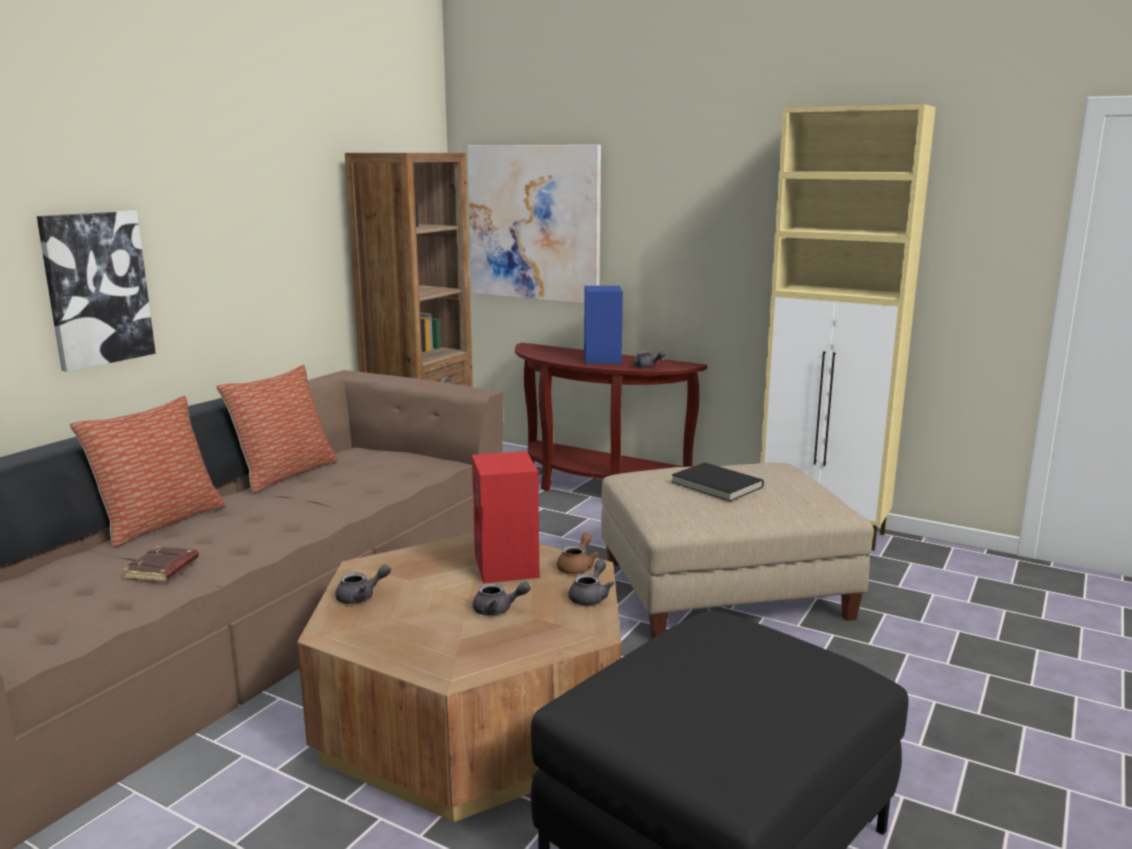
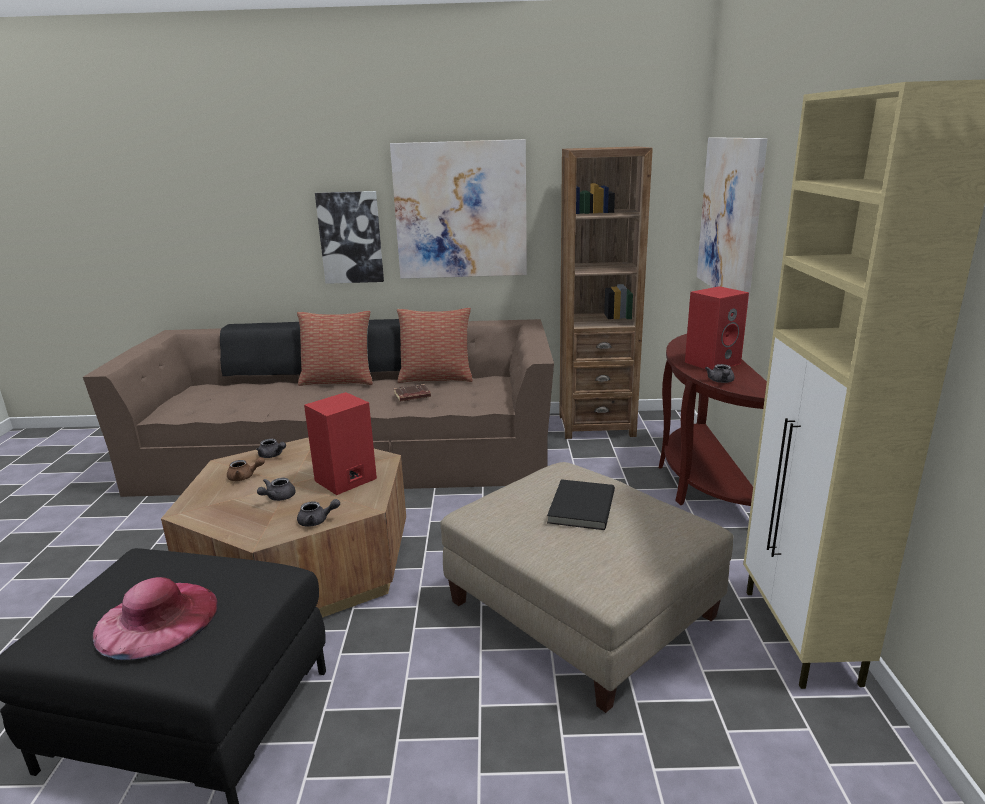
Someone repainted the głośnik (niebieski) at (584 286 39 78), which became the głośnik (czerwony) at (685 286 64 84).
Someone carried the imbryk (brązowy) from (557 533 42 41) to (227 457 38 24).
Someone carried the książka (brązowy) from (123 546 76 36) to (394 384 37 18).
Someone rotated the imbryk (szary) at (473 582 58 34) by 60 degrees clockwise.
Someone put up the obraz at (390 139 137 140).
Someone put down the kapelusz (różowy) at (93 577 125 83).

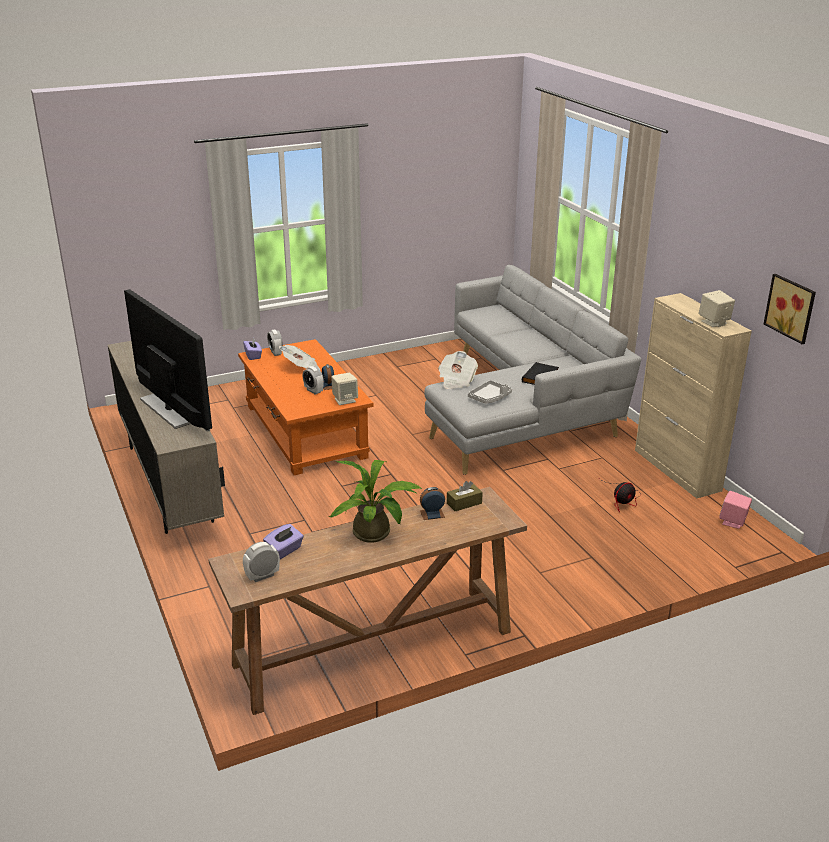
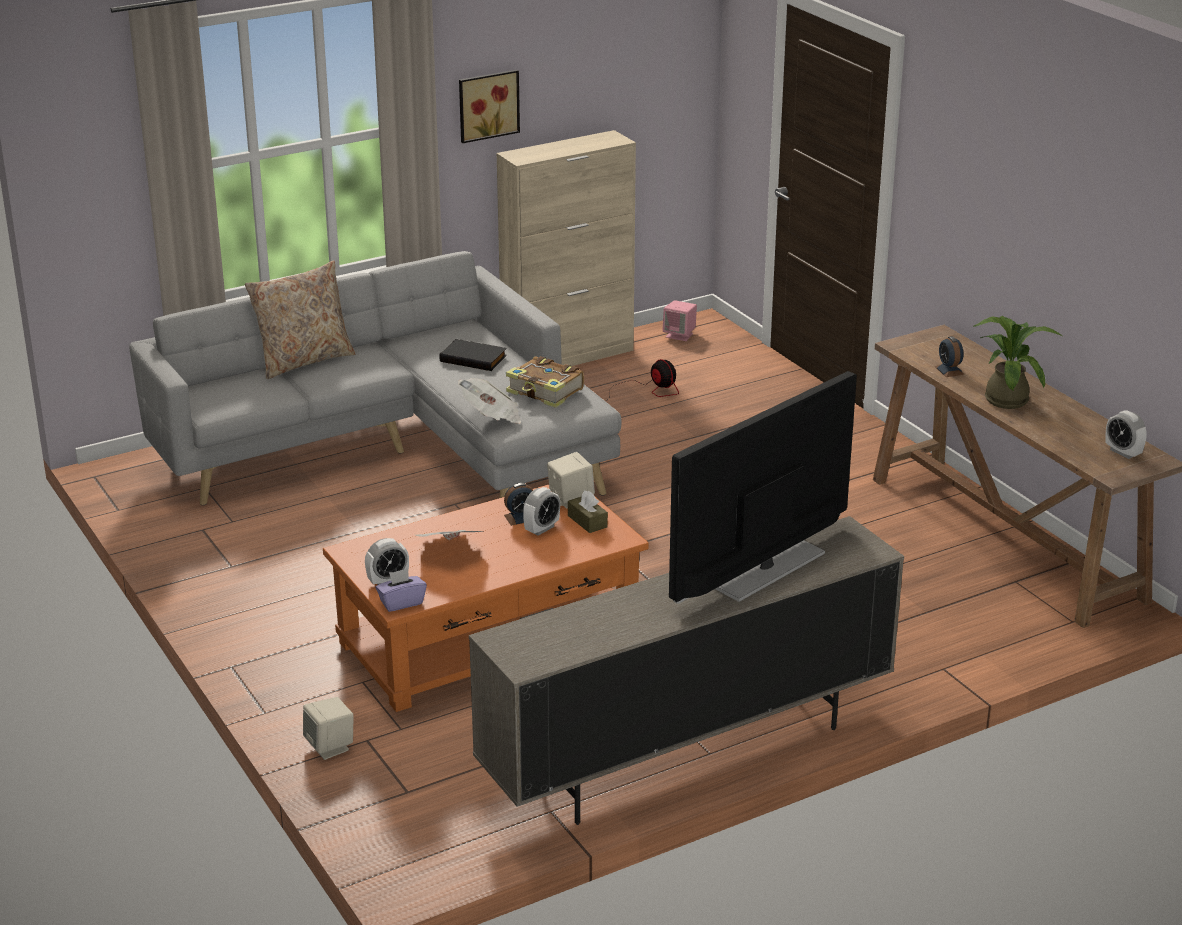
Someone carried the obraz from (764 274 52 70) to (459 70 61 73).
Someone carried the głośnik (beżowy) from (698 290 37 37) to (303 697 51 63).
Someone swapped the taca (szary) at (468 380 44 24) for the książka at (506 356 78 52).
Someone carried the pudełko chusteczek (brązowy) from (447 481 36 30) to (568 490 40 43).
Someone took away the pudełko chusteczek (fioletowy) at (263 524 41 35).
Someone put down the poduszka (beżowy) at (245 261 111 118).

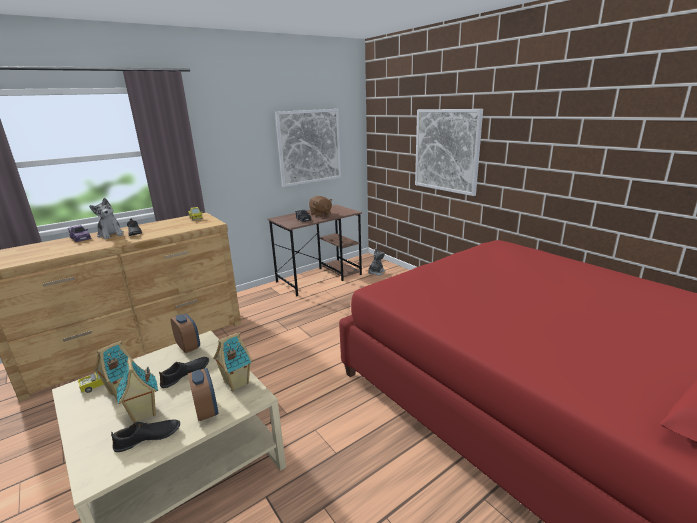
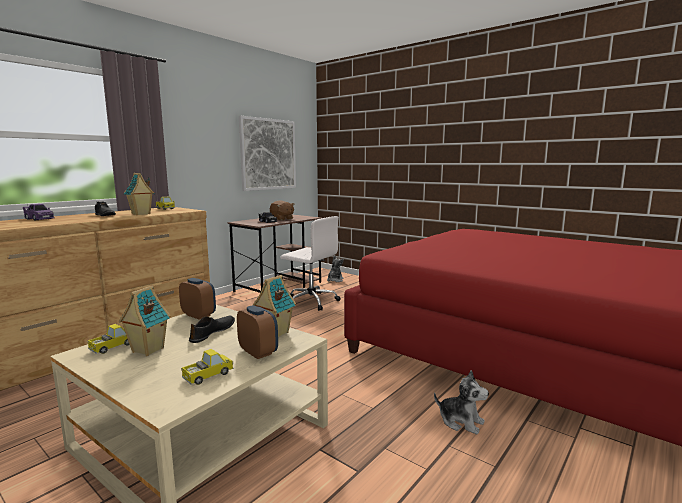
Someone took away the obraz at (415 109 68 87).
Someone carried the pluszak from (89 198 35 41) to (434 370 55 64).
Someone carried the domek from (117 357 41 66) to (124 173 30 42).
Someone swapped the but (czarny) at (111 420 69 32) for the ciężarówka zabawkowa at (181 349 53 36).
Someone put down the krzesło biurowe (biały) at (280 216 61 95).

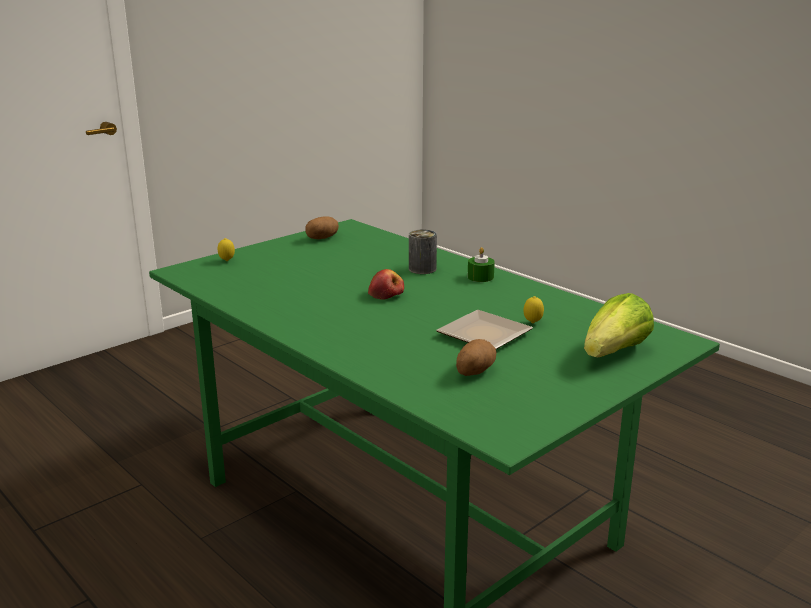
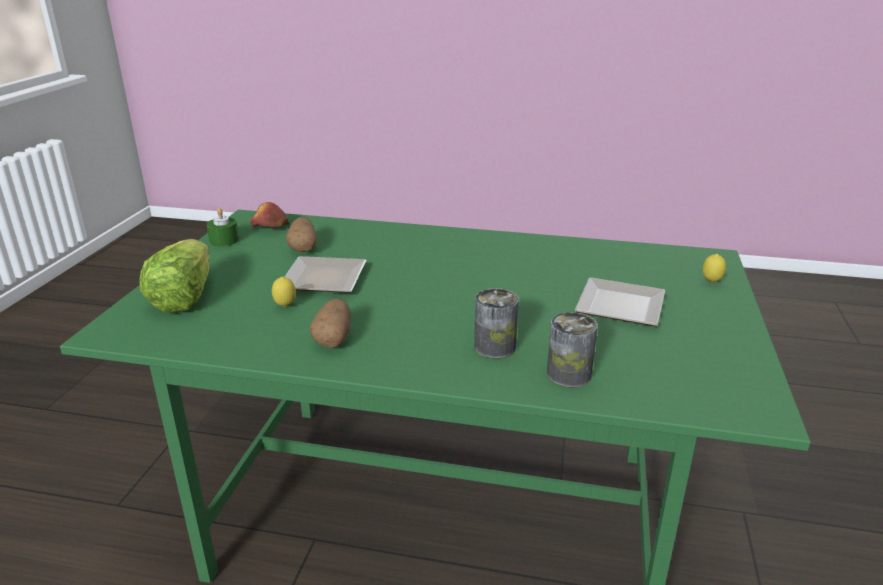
Someone carried the ziemniak from (305 216 34 23) to (309 298 42 49).
Someone carried the świeca (zielony) from (468 247 27 35) to (206 208 33 38).
Someone carried the jabłko from (368 269 36 31) to (250 202 39 25).
Someone put down the talerz at (574 277 91 49).
Someone put down the puszka at (547 312 51 75).

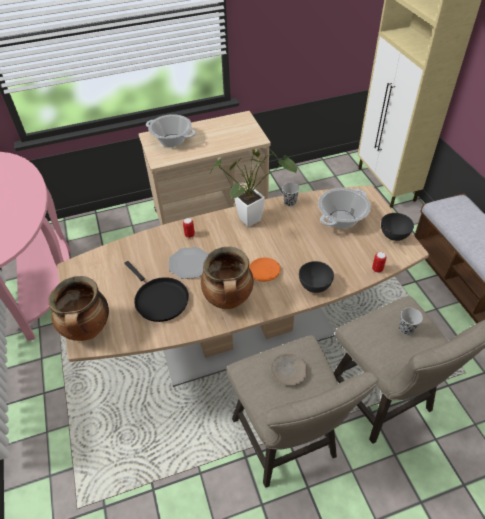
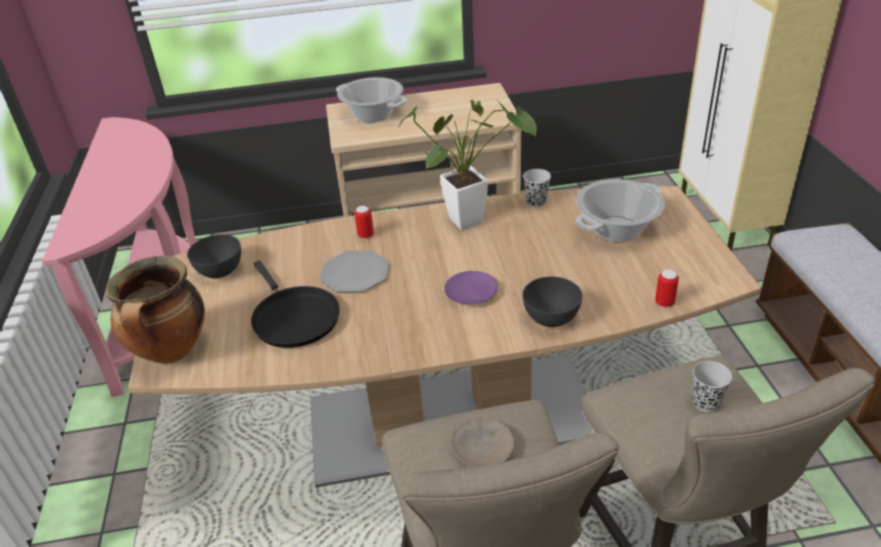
Someone carried the miska (szary) from (381 213 33 28) to (187 234 54 44).
Someone took away the garnek at (201 247 53 62).
Someone repainted the talerz (pomarańczowy) at (249 258 32 24), which became the talerz (fioletowy) at (444 271 54 34).

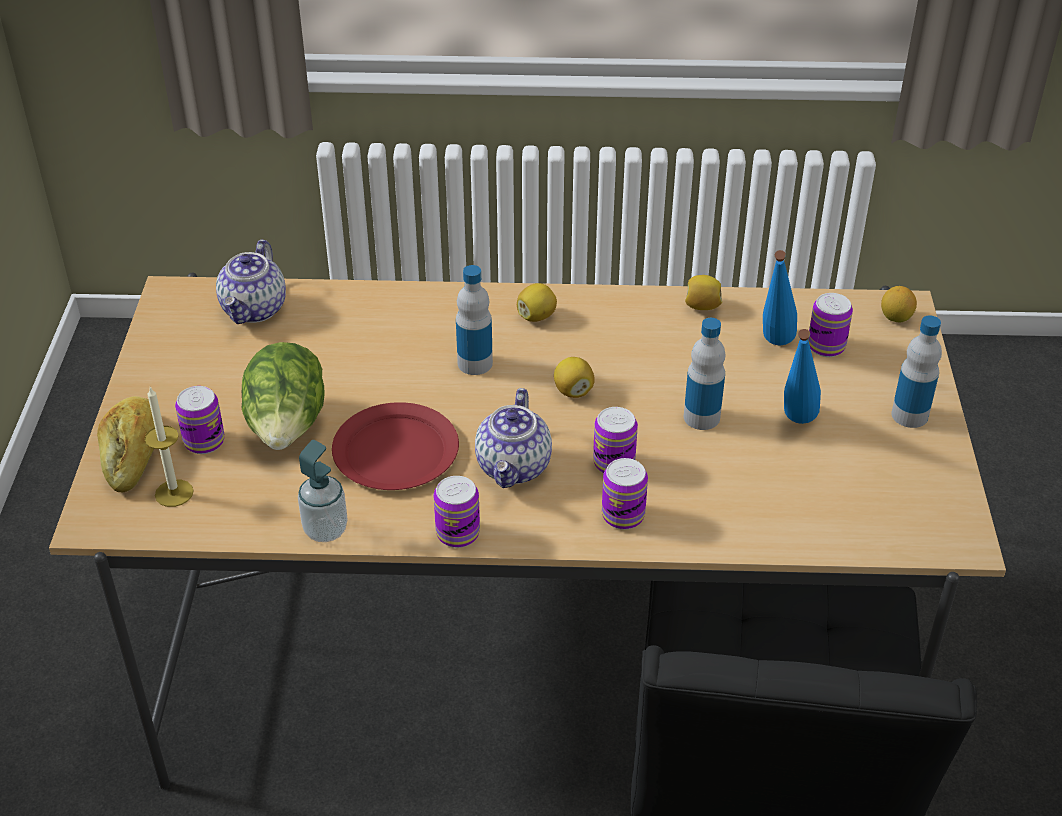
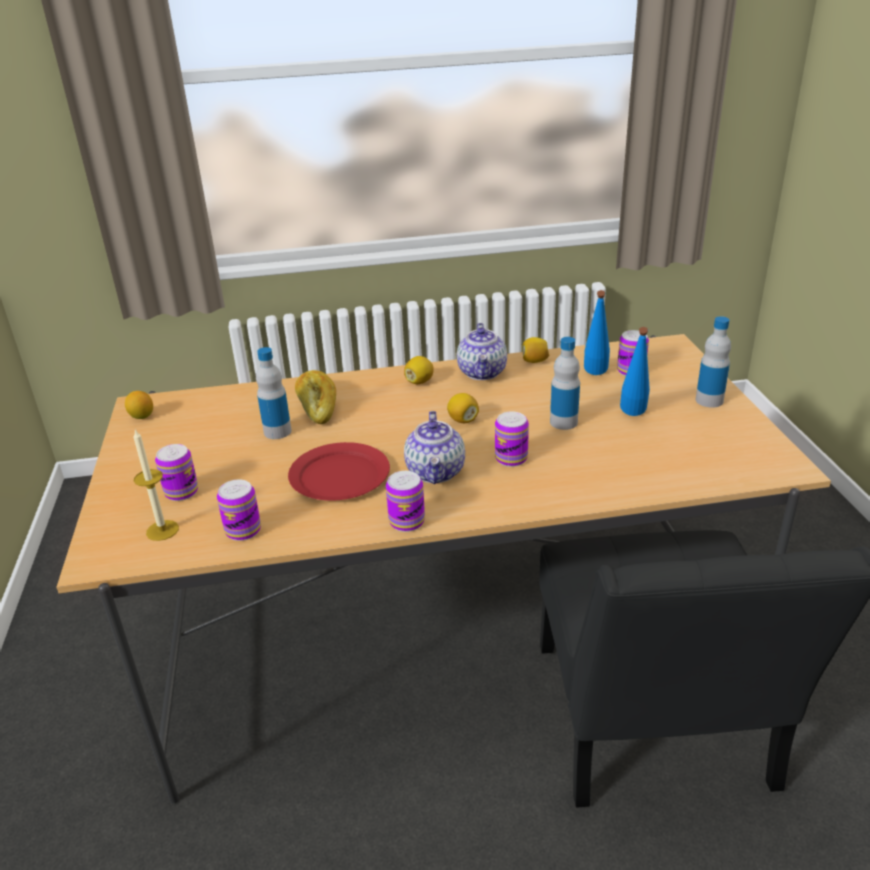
Someone carried the imbryk from (216 240 70 84) to (457 323 50 57).
Someone carried the butelka from (456 265 37 110) to (256 347 36 92).
Someone carried the cytryna from (881 286 36 36) to (125 391 28 28).
Someone took away the sałata at (242 342 83 108).
Someone carried the chleb from (97 396 58 96) to (295 370 41 54).
Someone took away the dozownik mydła at (298 440 50 102).
Someone carried the puszka from (602 458 46 72) to (217 480 44 61).

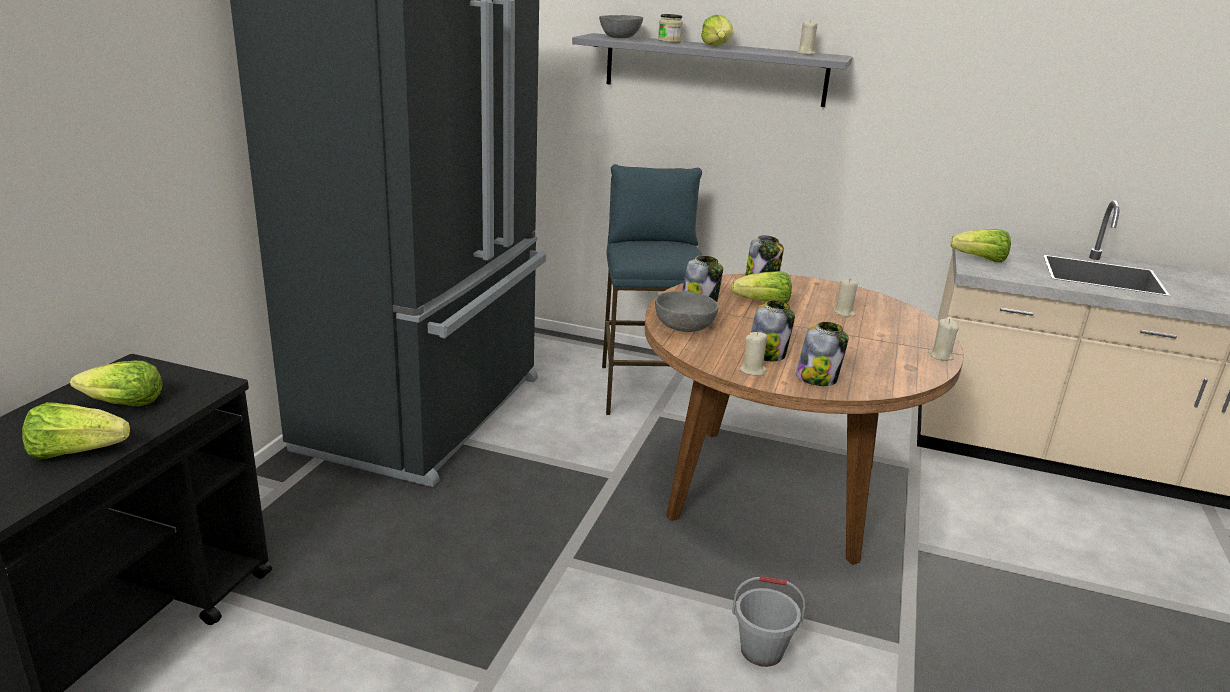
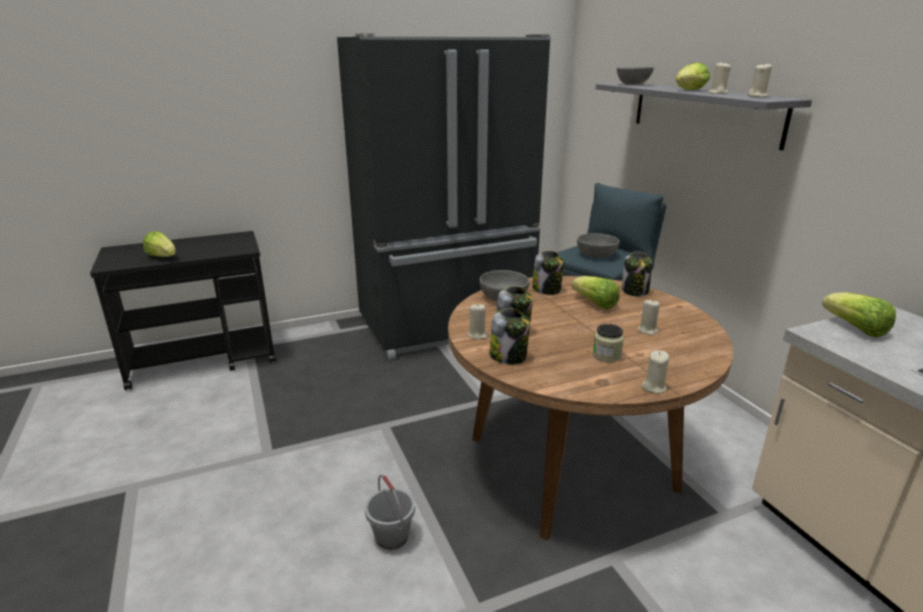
Someone carried the słoik from (658 14 25 29) to (593 324 31 38).
Someone took away the sałata at (70 361 93 45).
Someone put down the świeca (beżowy) at (708 61 23 33).
Someone put down the miska (szary) at (577 233 43 25).

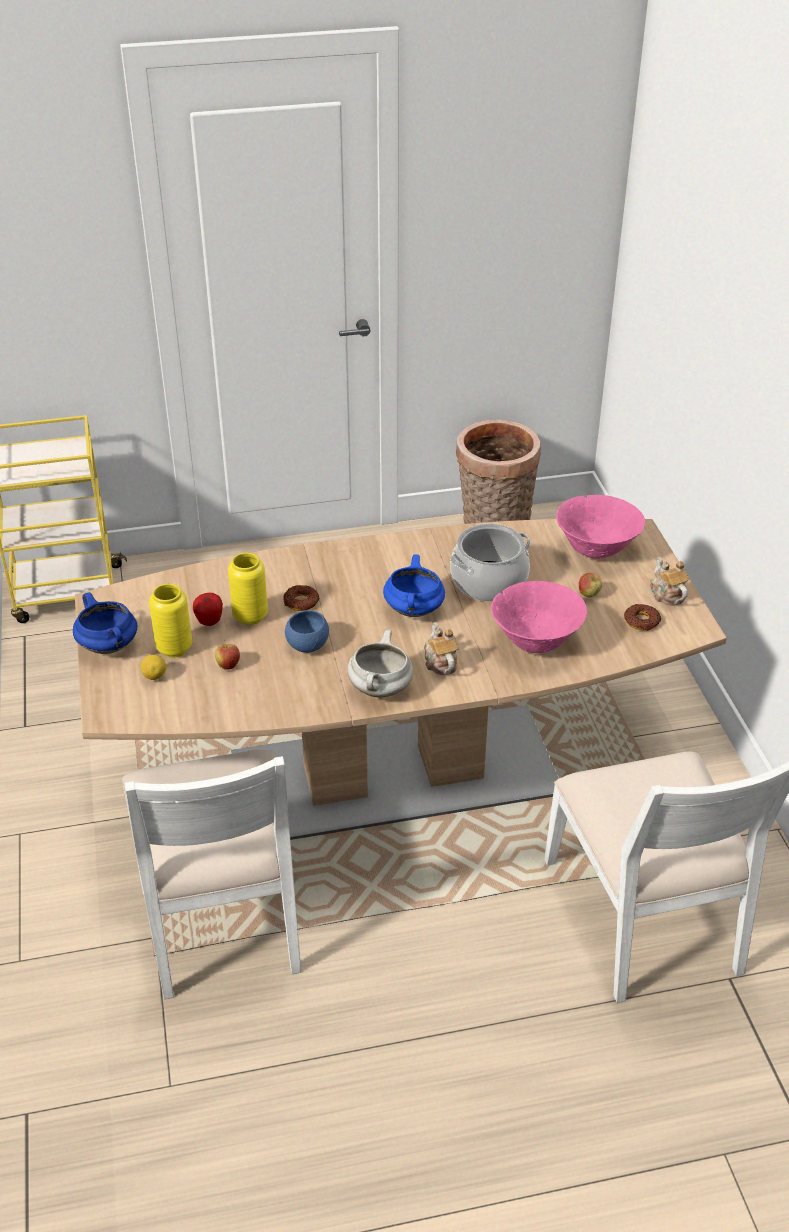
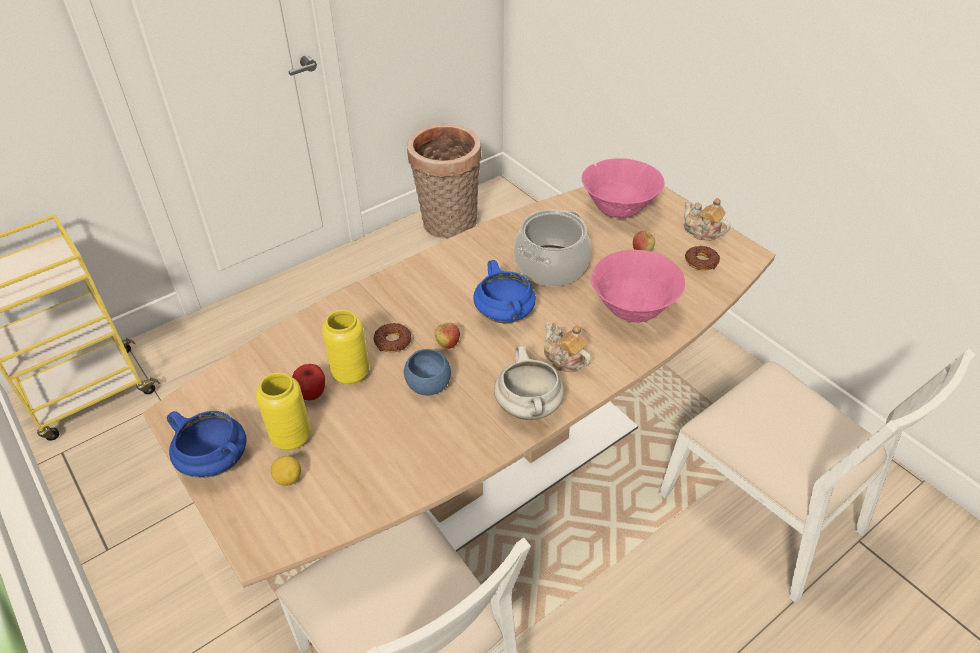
Someone carried the jabłko from (215 640 25 30) to (435 321 25 28).

